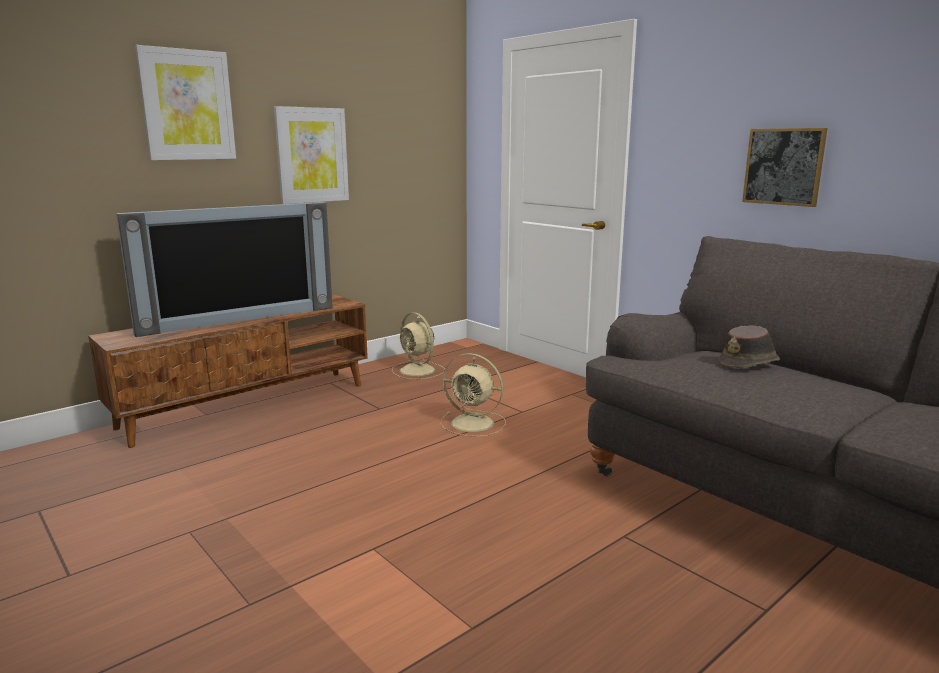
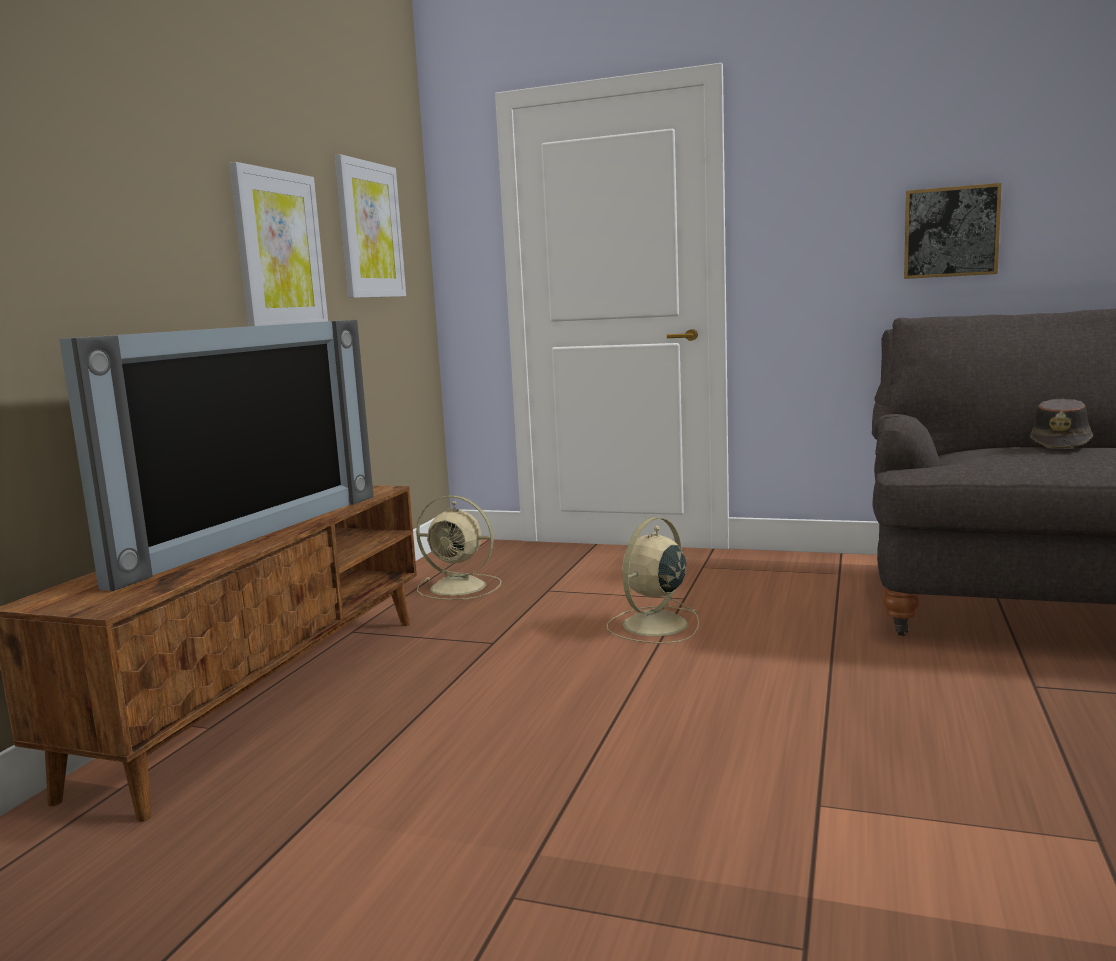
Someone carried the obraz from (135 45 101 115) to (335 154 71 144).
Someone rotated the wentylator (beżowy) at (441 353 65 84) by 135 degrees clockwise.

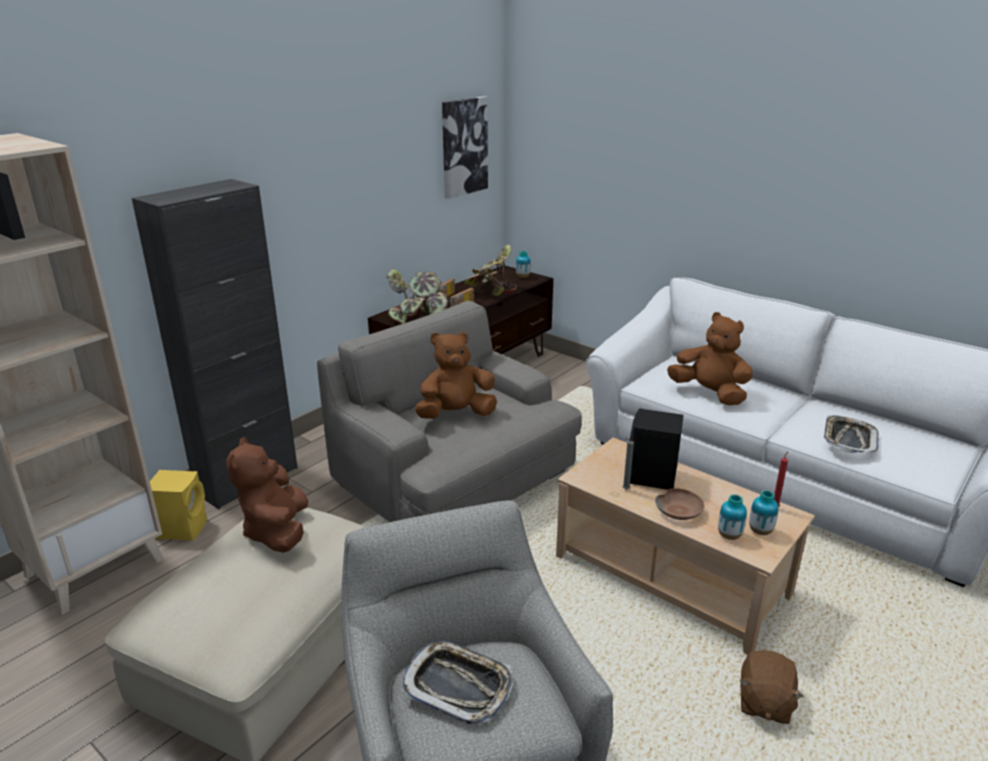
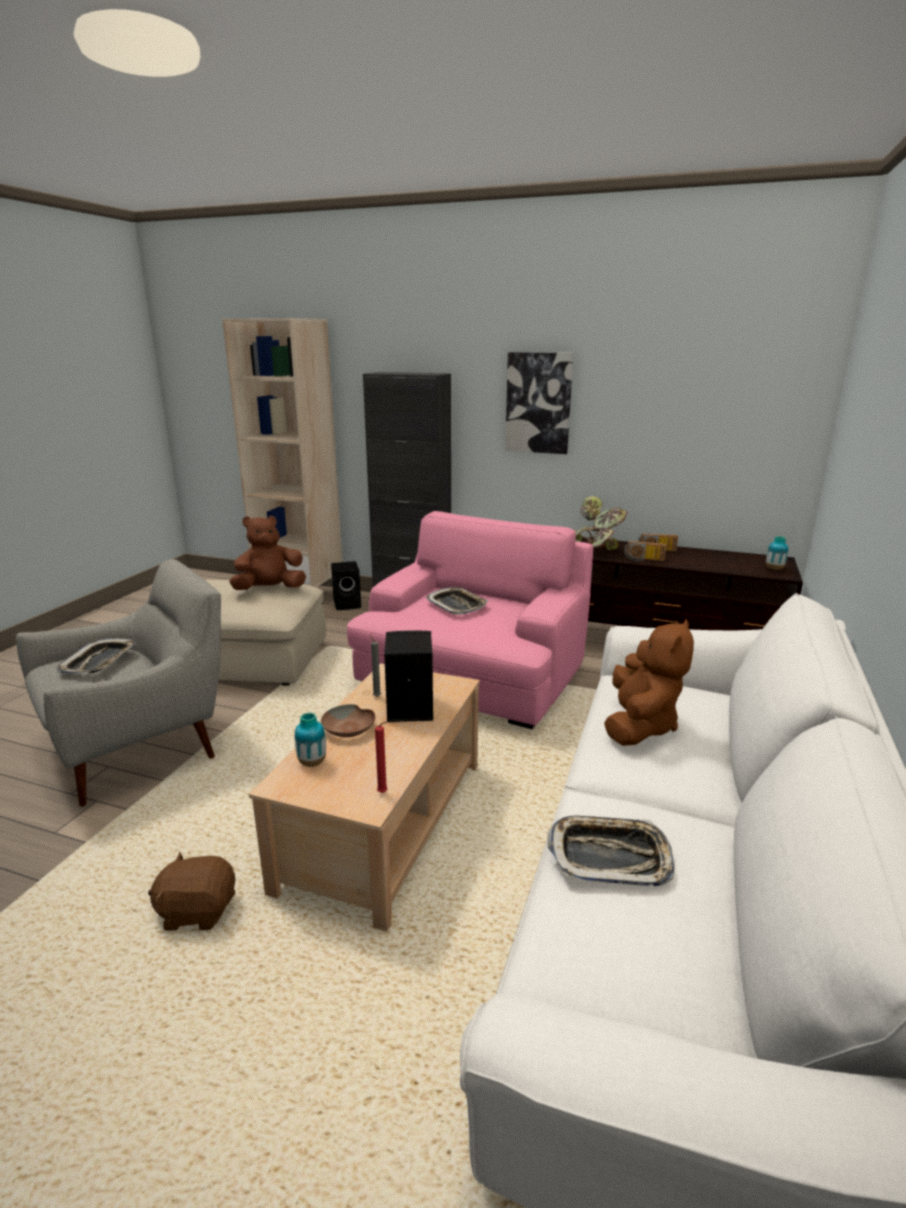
Someone carried the obraz from (442 96 46 103) to (505 352 69 102).
Someone took away the roślina doniczkowa at (463 245 54 51).
Someone repainted the fotel (szary) at (317 301 265 221), which became the fotel (różowy) at (347 511 246 218).
Someone swapped the pluszak (brązowy) at (415 332 82 87) for the taca at (426 587 62 28).
Someone repainted the głośnik (żółty) at (150 470 57 71), which became the głośnik (czarny) at (331 561 30 49).
Someone took away the wazon at (749 490 29 45).

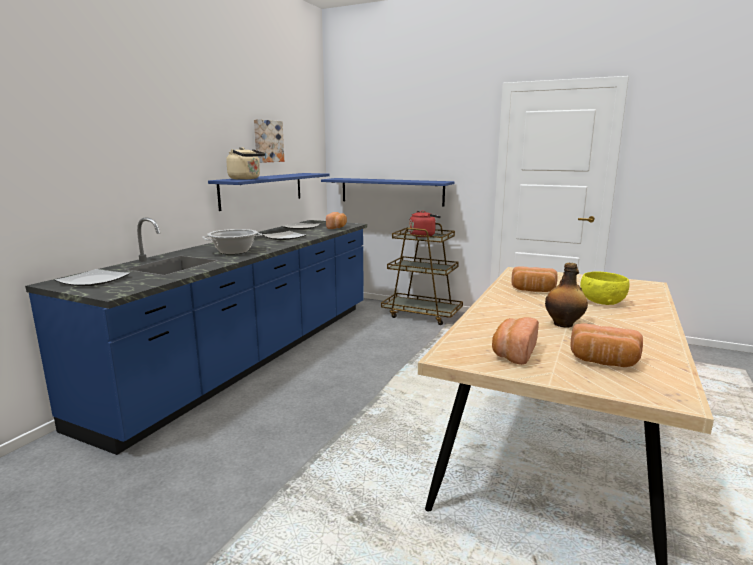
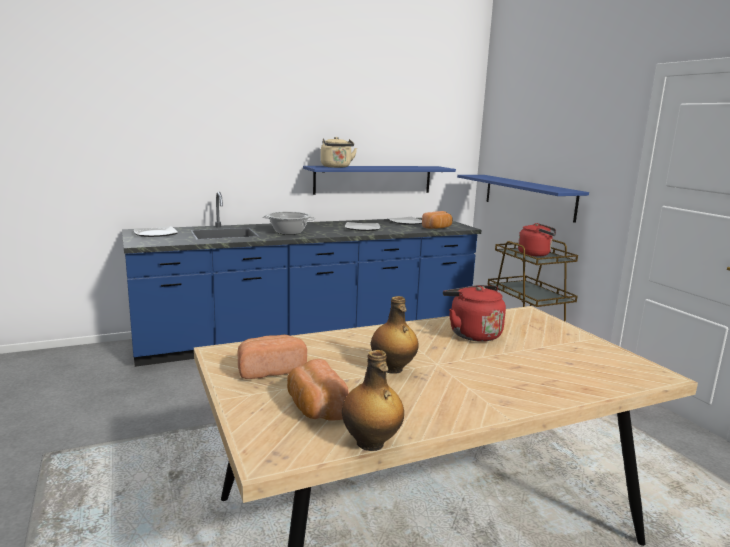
Someone took away the obraz at (254 119 30 44).
Someone swapped the chleb at (511 266 47 26) for the czajnik (czerwony) at (443 285 63 57).
Someone took away the miska (żółty) at (580 272 49 33).
Someone put down the butelka at (342 350 62 101).

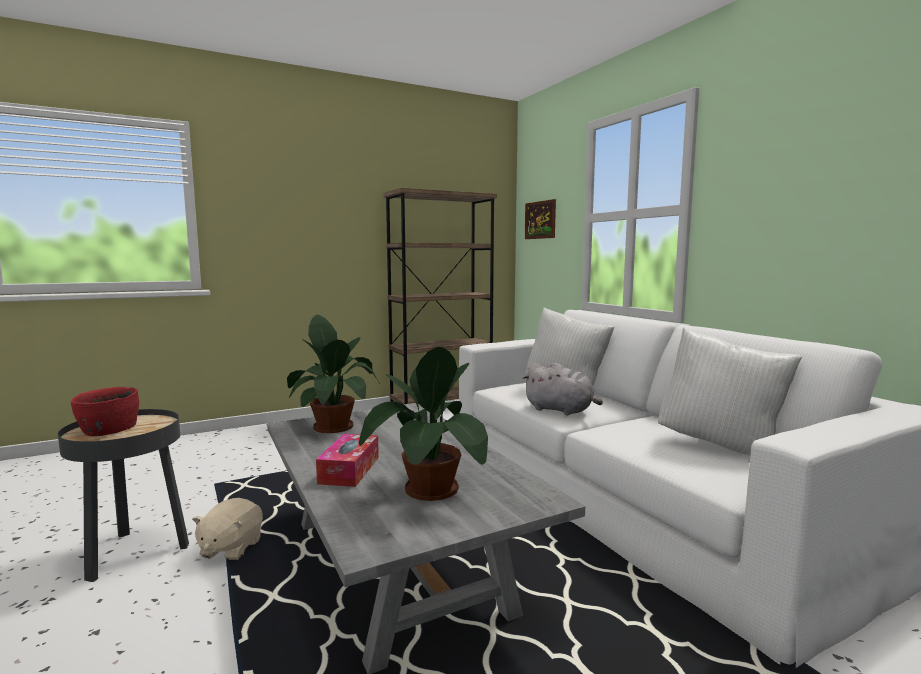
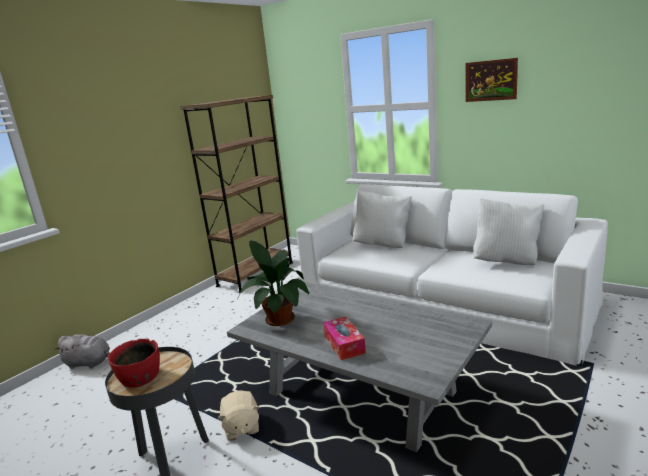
Someone carried the obraz from (525 199 31 40) to (465 58 53 44).
Someone took away the roślina doniczkowa at (359 347 129 154).
Someone carried the pluszak (szary) from (522 363 81 53) to (54 334 56 35).

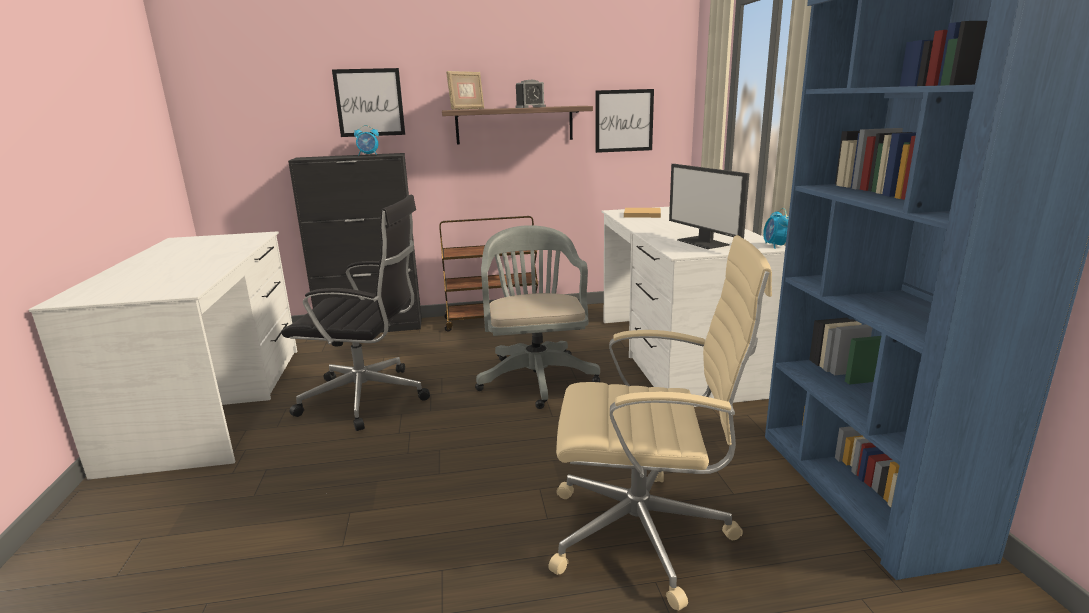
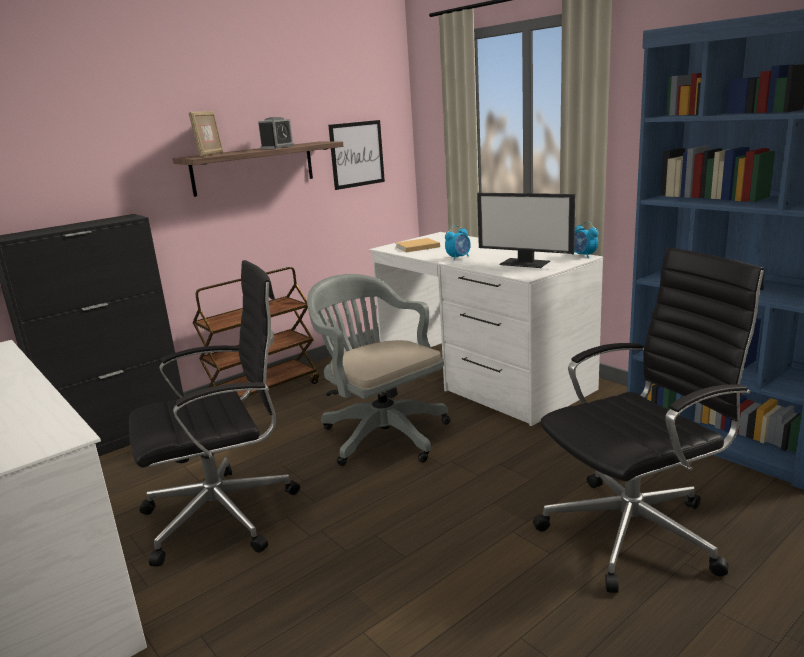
Someone took away the obraz at (332 68 73 69).
Someone carried the budzik from (354 125 25 30) to (445 225 26 35).
Someone repainted the krzesło biurowe (beżowy) at (548 235 224 376), which became the krzesło biurowe (czarny) at (533 247 232 346).

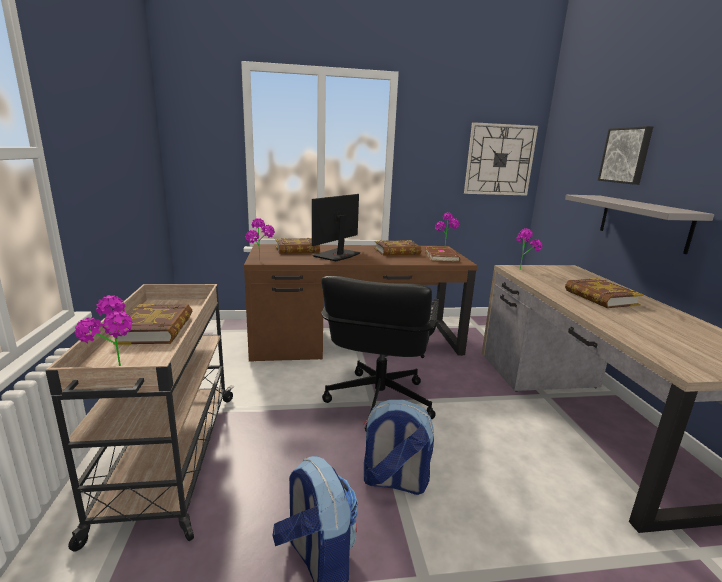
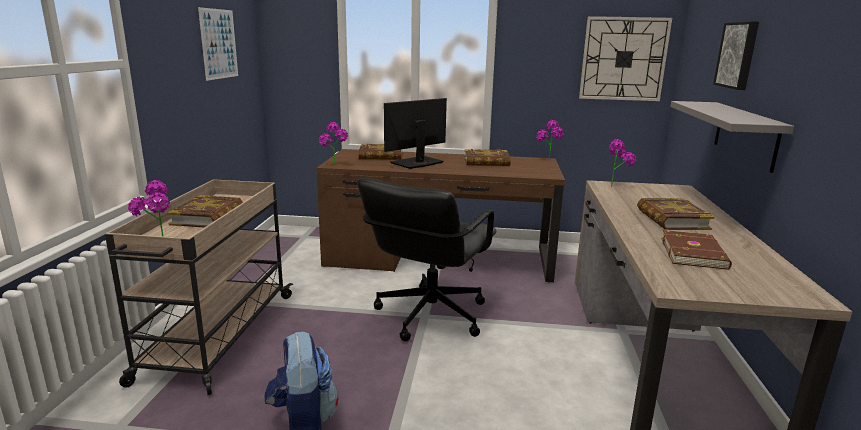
Someone carried the książka (brązowy) from (425 247 35 15) to (661 230 71 40).
Someone took away the plecak at (363 399 71 96).
Someone put up the obraz at (198 7 40 74).

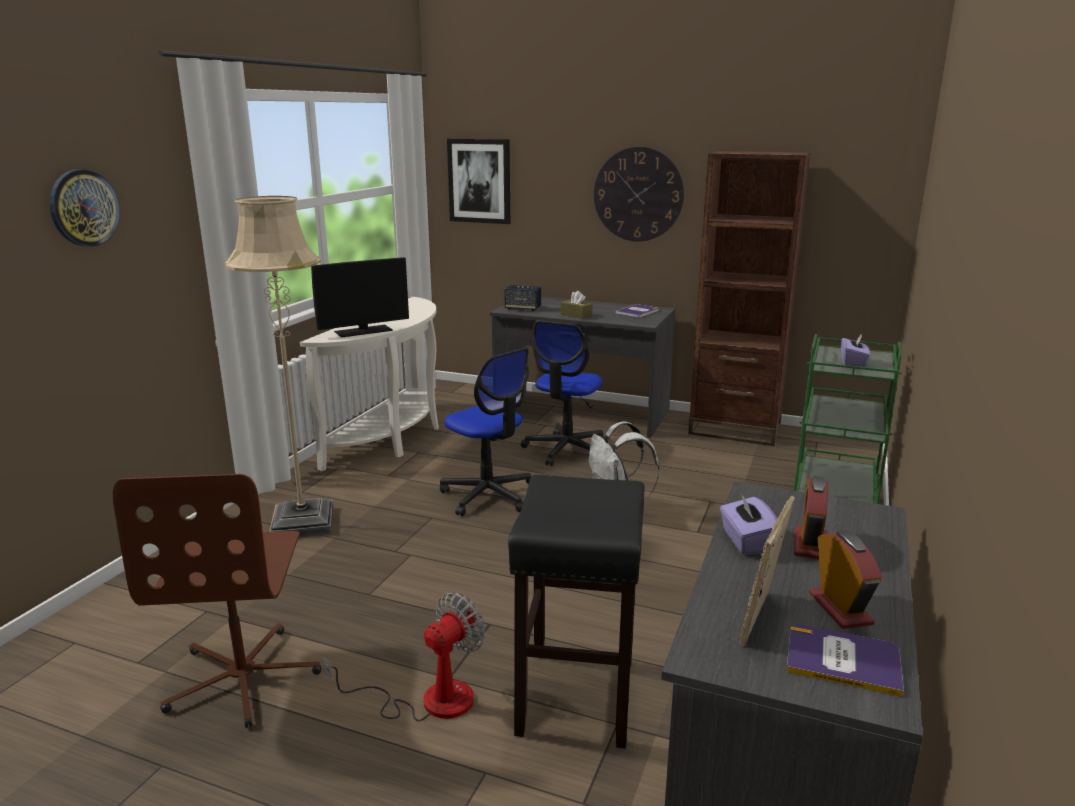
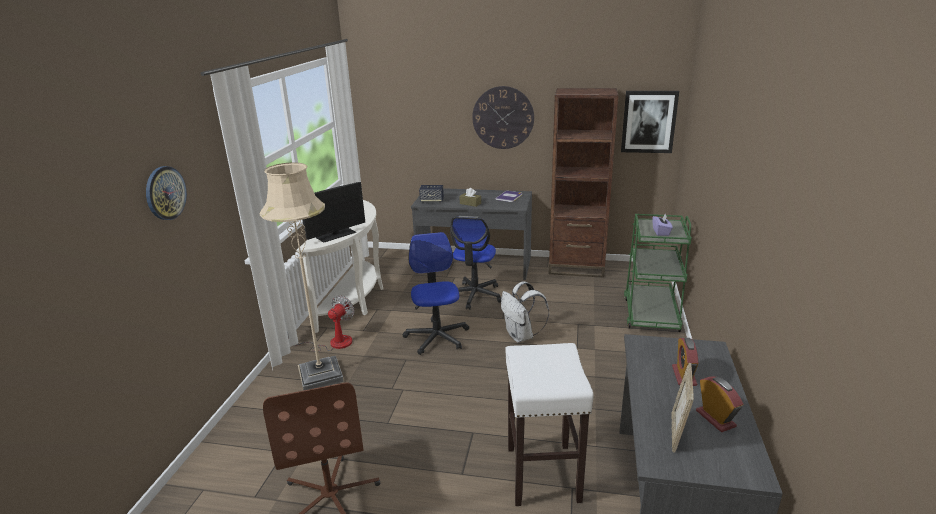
Someone carried the obraz from (447 139 63 85) to (621 91 58 62).
Someone rotated the krzesło biurowe at (440 348 91 168) by 135 degrees counterclockwise.
Someone repainted the stołek (czarny) at (508 475 137 273), which became the stołek (biały) at (505 343 89 163).
Someone took away the pudełko chusteczek (fioletowy) at (720 494 57 61).
Someone carried the wentylator from (322 593 164 128) to (287 296 67 56).
Someone took away the książka at (786 624 118 73).

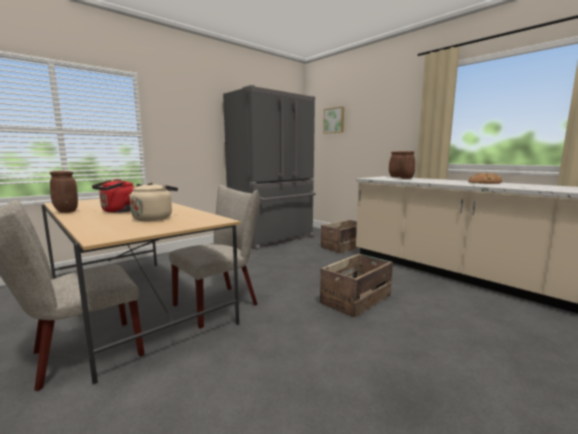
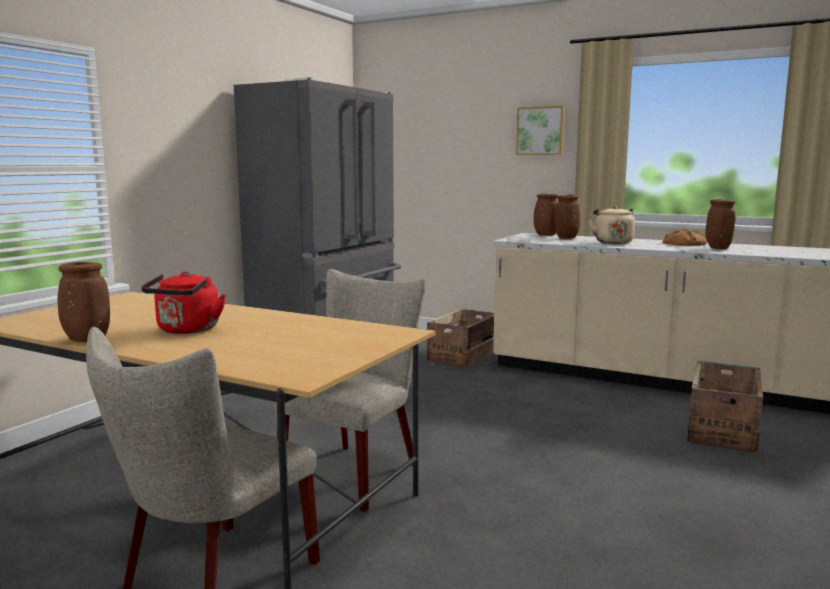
Someone carried the obraz from (323 107 21 27) to (516 106 49 49).
Someone carried the czajnik (beżowy) from (129 182 49 39) to (588 206 47 38).
Someone carried the skrzynka from (320 254 73 64) to (687 361 76 92).
Someone put down the wazon (brązowy) at (705 199 31 50).

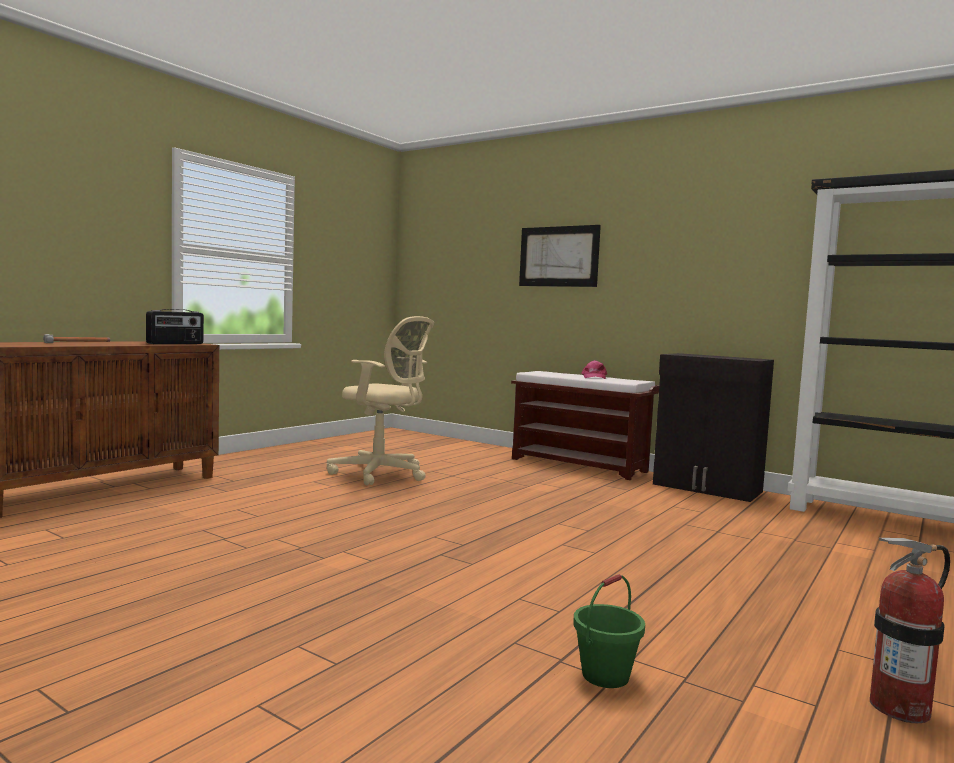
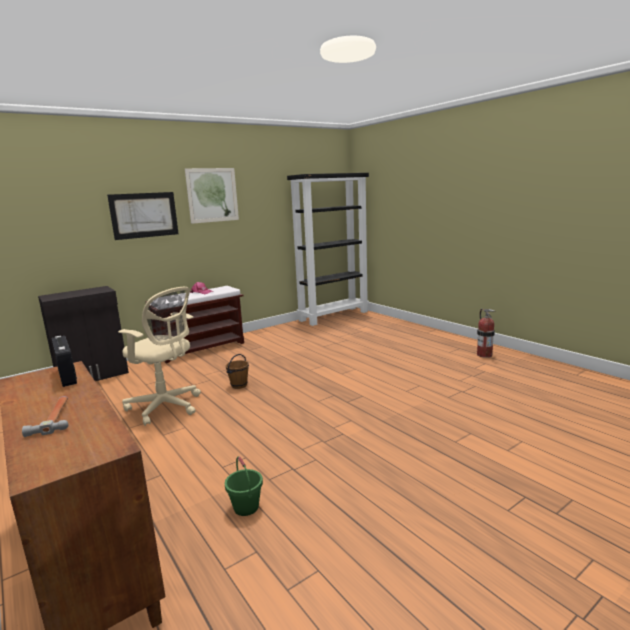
Someone rotated the krzesło biurowe (beżowy) at (327 316 107 169) by 75 degrees clockwise.
Someone carried the szafka (czarny) from (653 353 121 149) to (38 286 91 95).
Someone carried the wiadro (zielony) from (573 574 72 114) to (225 456 38 60).
Someone put up the obraz at (185 168 54 56).
Someone put down the wiadro (brązowy) at (226 354 23 35).

